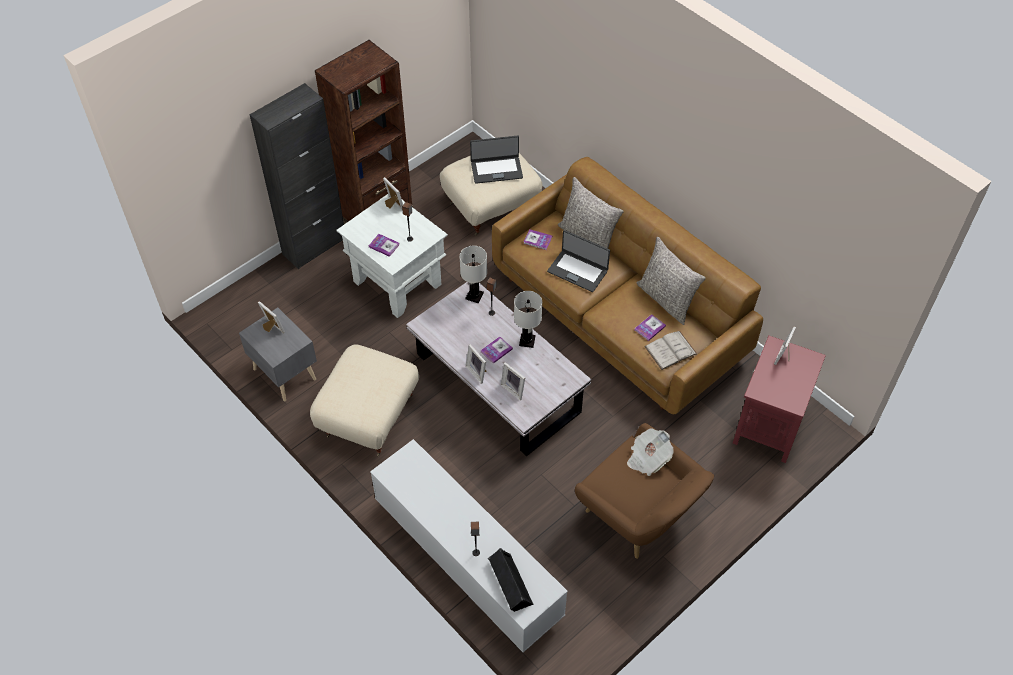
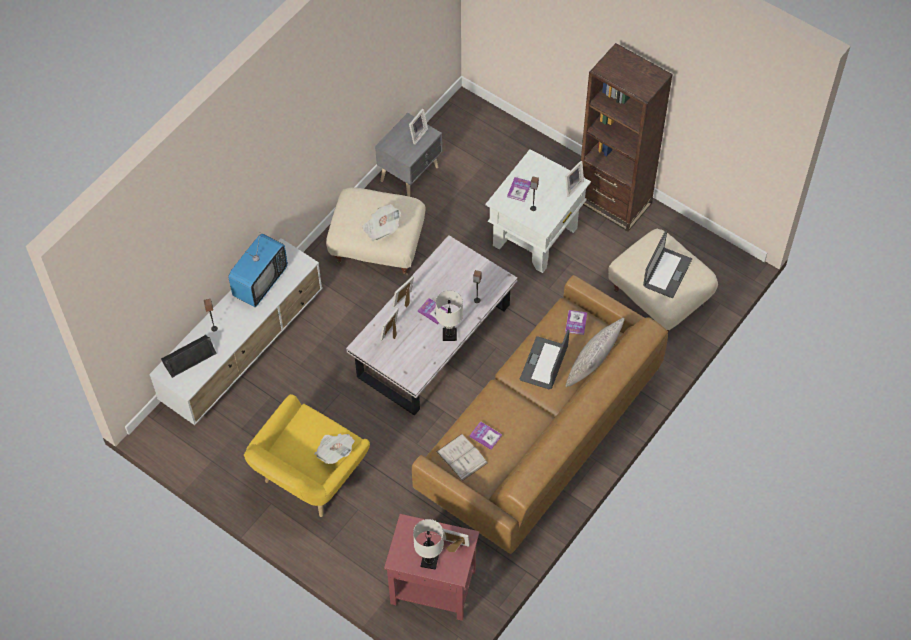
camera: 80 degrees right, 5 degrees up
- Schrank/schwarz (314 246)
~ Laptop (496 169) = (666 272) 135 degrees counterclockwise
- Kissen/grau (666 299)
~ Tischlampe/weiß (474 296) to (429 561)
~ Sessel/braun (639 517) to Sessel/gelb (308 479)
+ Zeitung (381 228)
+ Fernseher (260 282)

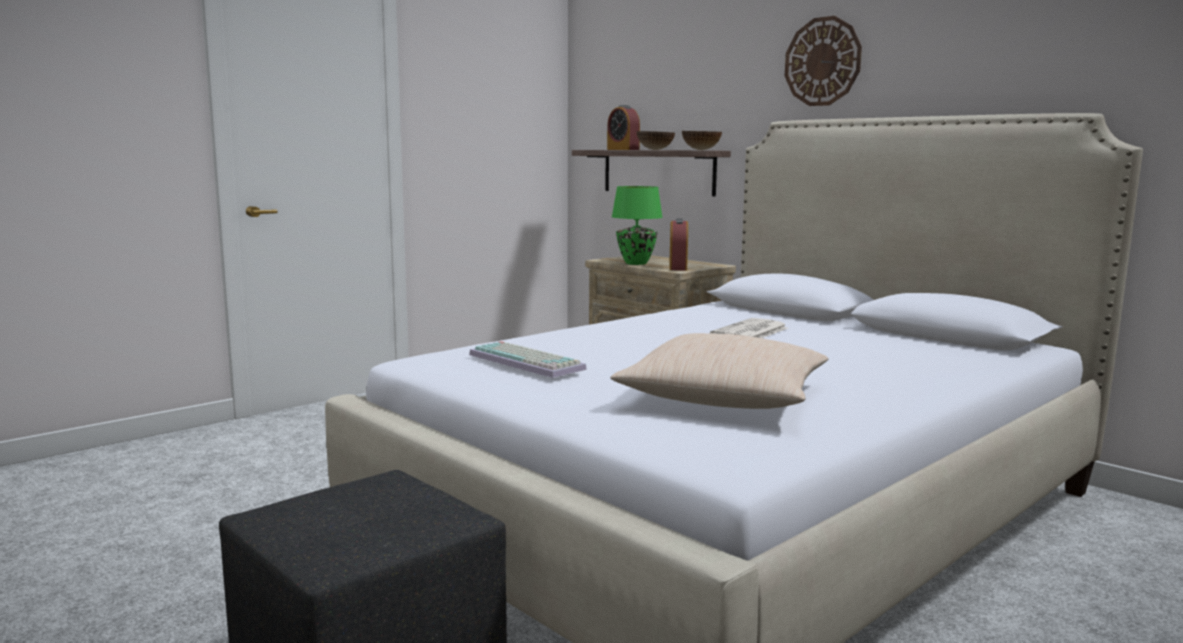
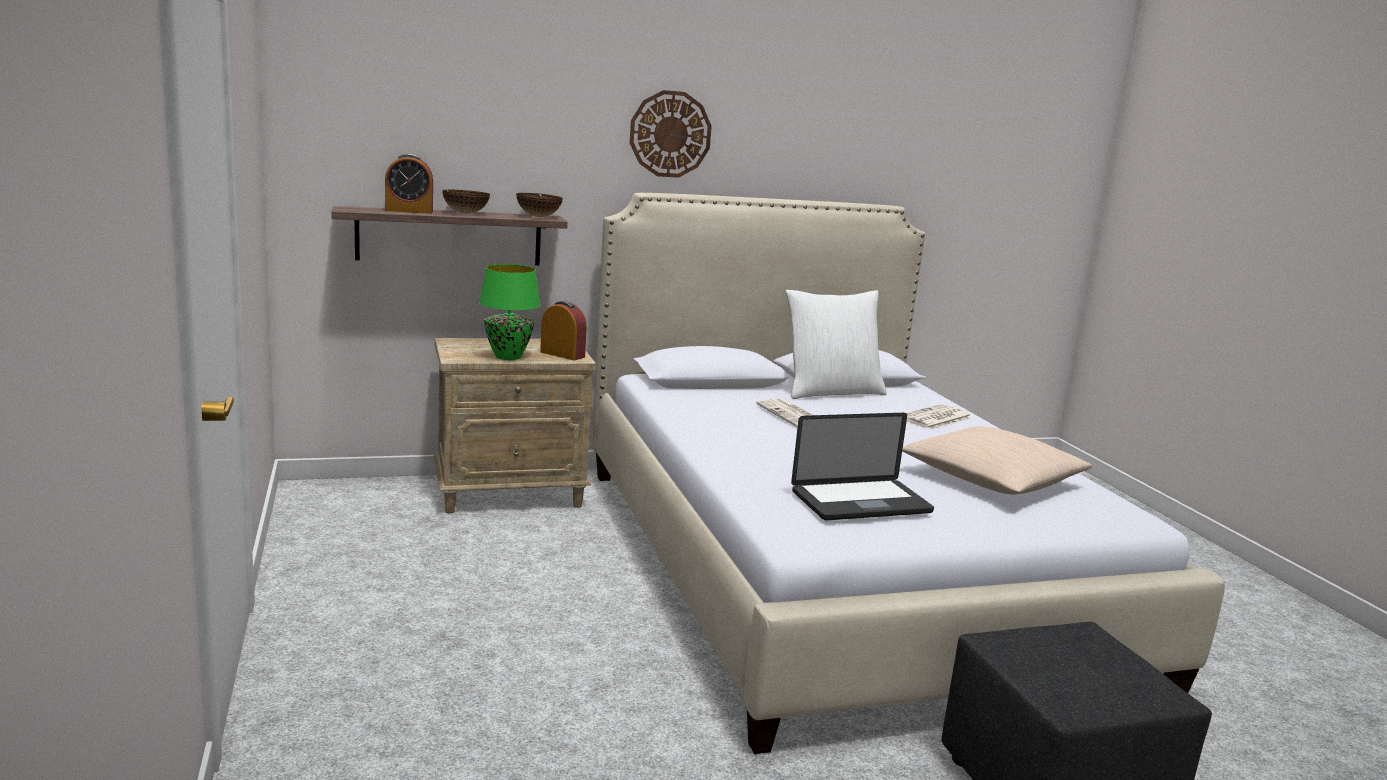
camera: 65 degrees left, 5 degrees up
~ Tastatur (528 362) to Laptop (861 502)
+ Kissen/weiß (831 391)
+ Zeitung (935 418)

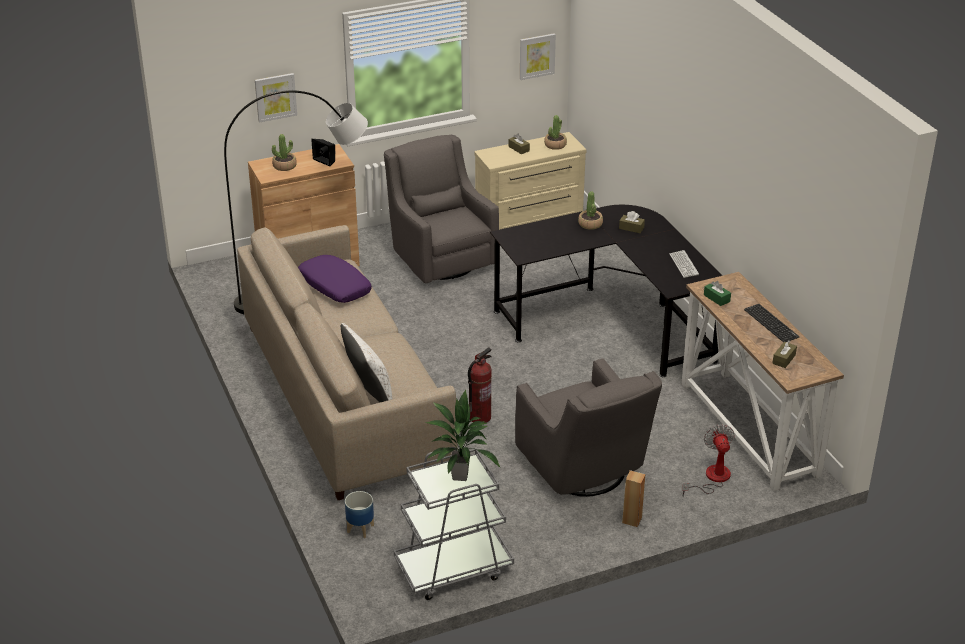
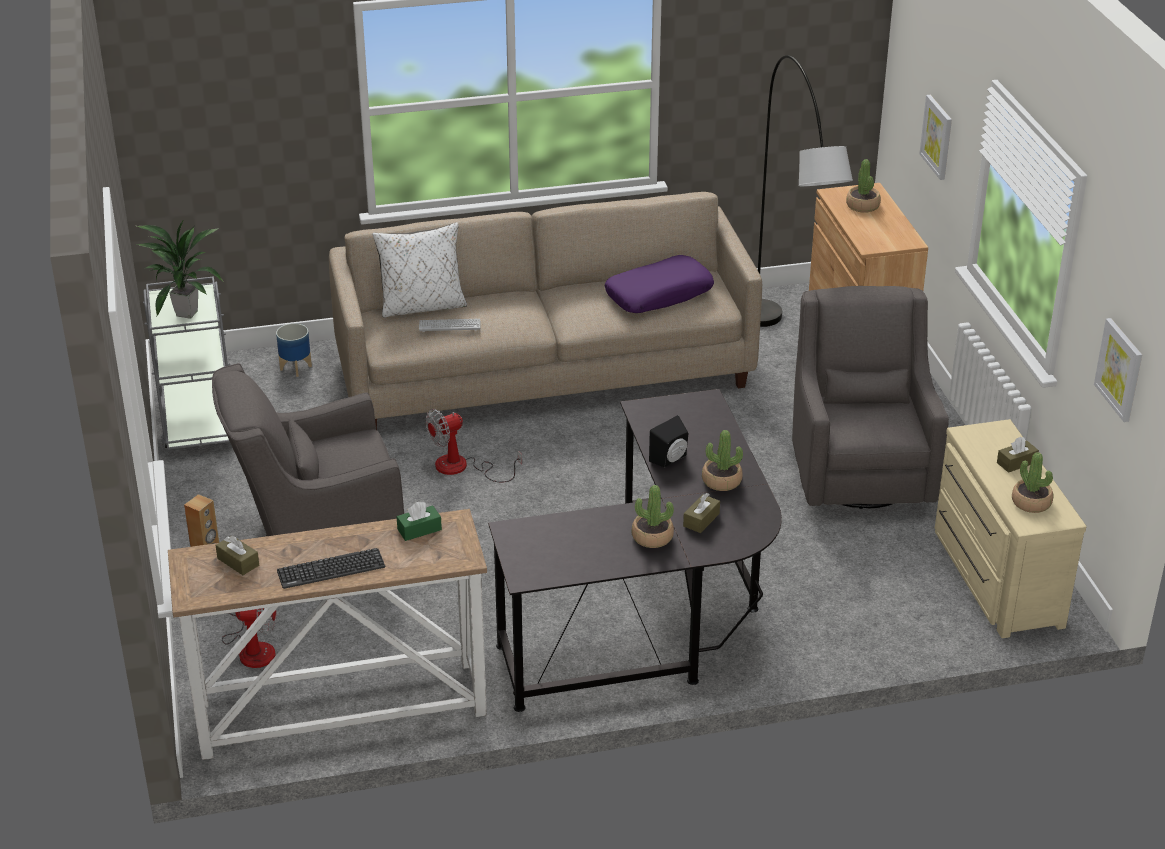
camera: 100 degrees right, 0 degrees up
~ Sessel/grau (441 259) = (859 472) 75 degrees counterclockwise
~ Lautsprecher/schwarz (326 160) to (671 459)
~ Tastatur (683 265) to (449 325)
~ Feuerlöscher (480 417) to Ventilator (462 468)
+ Topfpflanze (652 537)

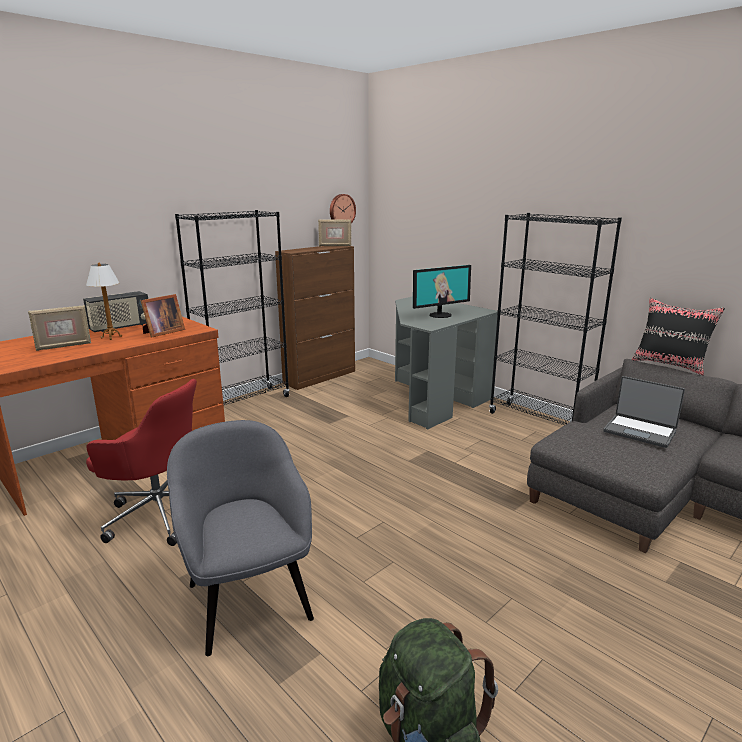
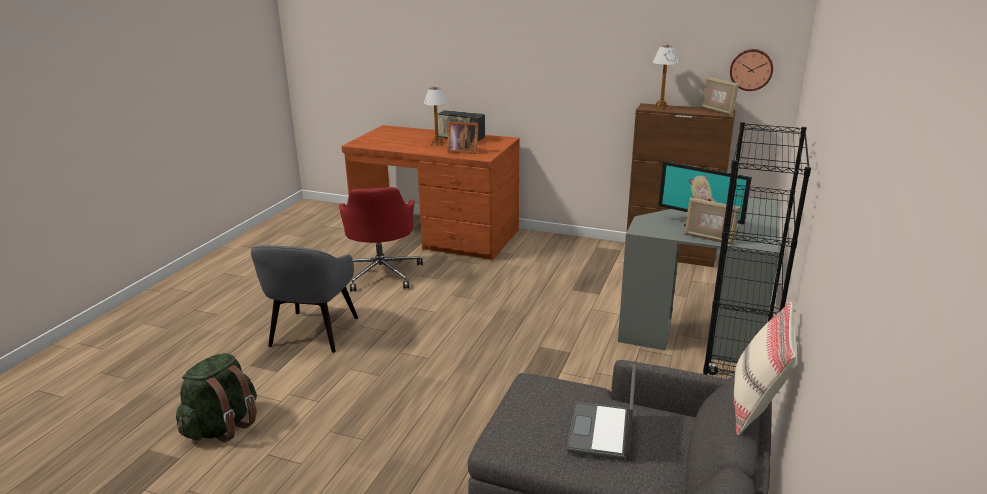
camera: 65 degrees right, 5 degrees up
- Bücherregal/schwarz (244 403)
~ Kissen/schwarz (670 365) to Kissen/beige (756 407)
~ Bilderrahmen (64 346) to (709 239)
~ Sessel/grau (248 599) = (313 333) 150 degrees clockwise
+ Tischlampe (661 108)

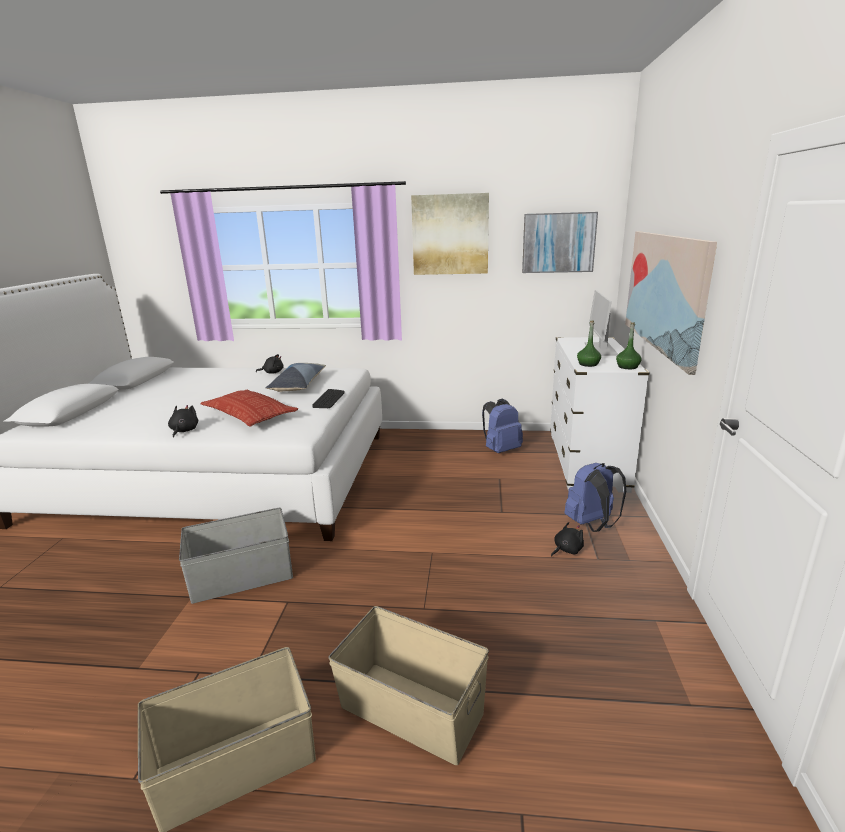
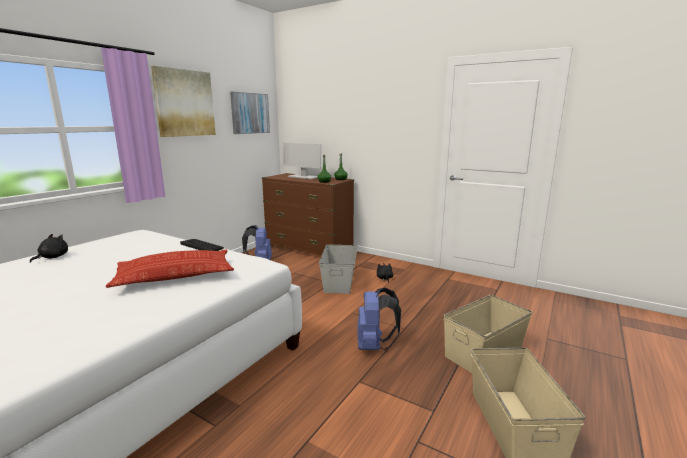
camera: 65 degrees left, 5 degrees down
- Bild (663 292)
~ Kommode/weiß (586 461) to Kommode/braun (309 249)
- Kissen (298 385)
- Plüschtier/schwarz (184 431)
~ Rucksack/blau (592 524) to (374 346)
~ Aufbewahrungsbox/grau (242 577) to (339 281)

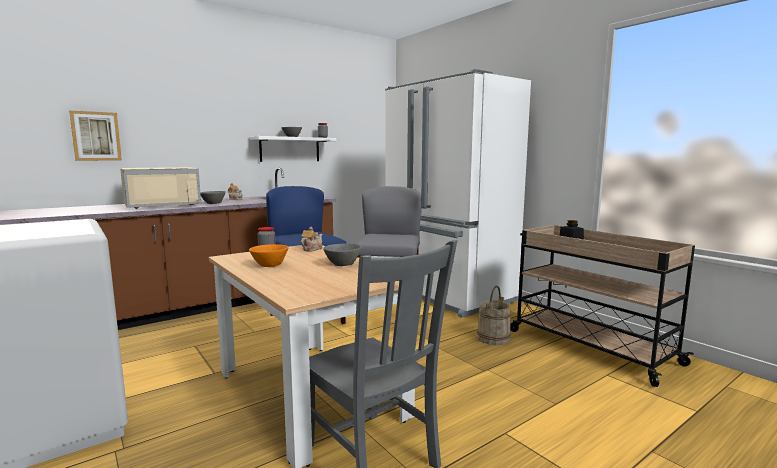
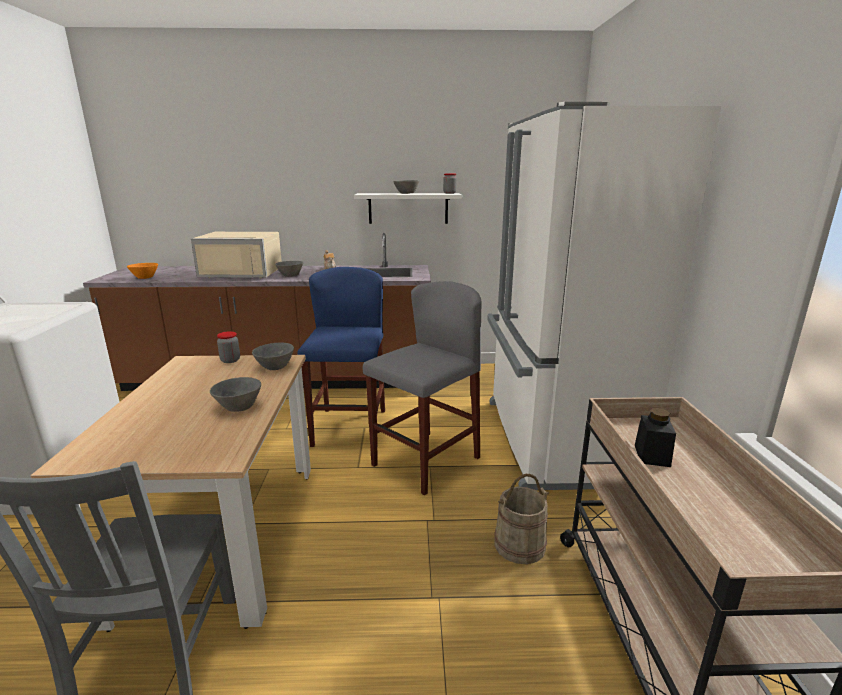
camera: 35 degrees right, 10 degrees up
- Bild (96 136)
~ Teekanne (311 249) to Schüssel/grau (274 367)
~ Schüssel/orange (270 265) to (146 277)

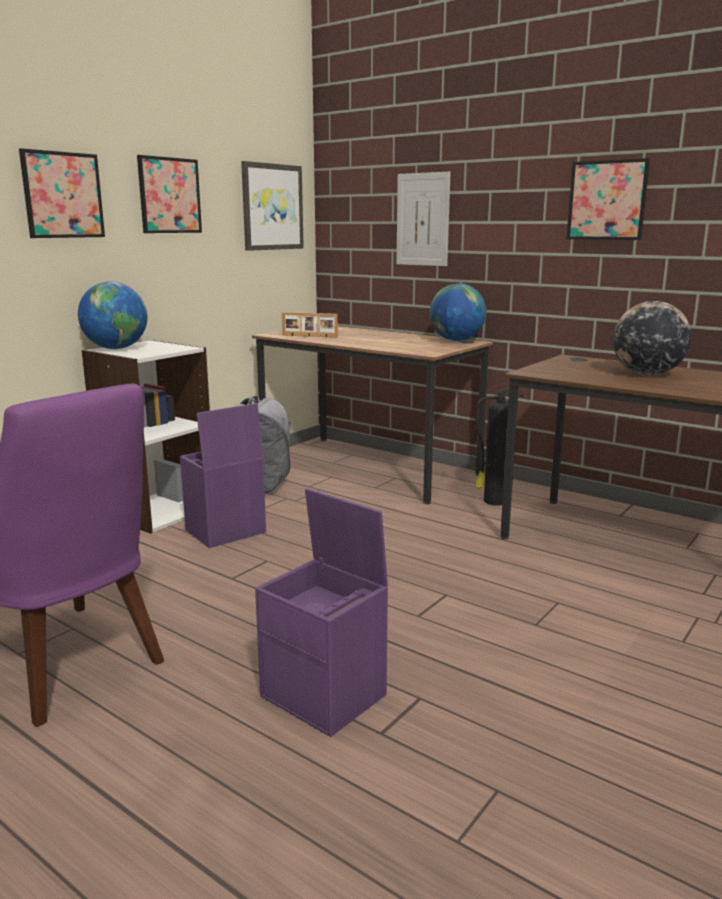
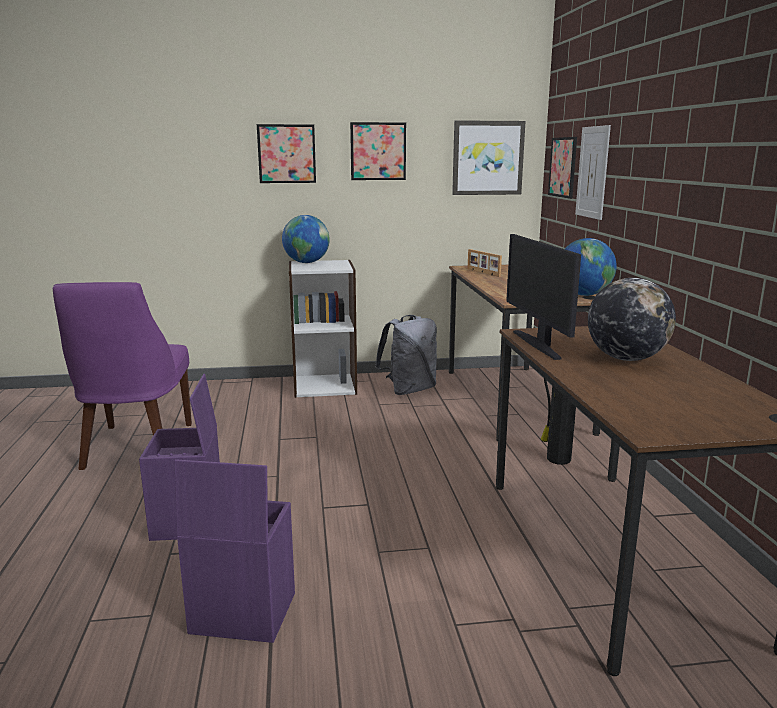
camera: 45 degrees right, 0 degrees up
~ Bild (607 200) to (563 167)
~ Aufbewahrungsbox/lila (224 532) to (241 614)
+ Monitor (538 344)

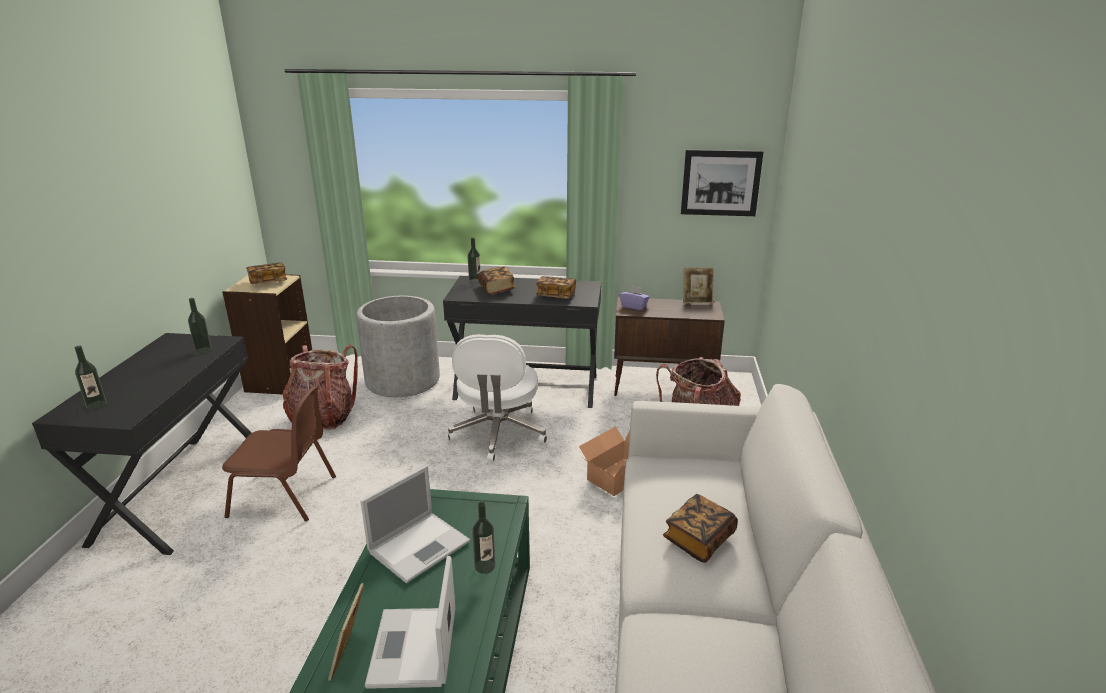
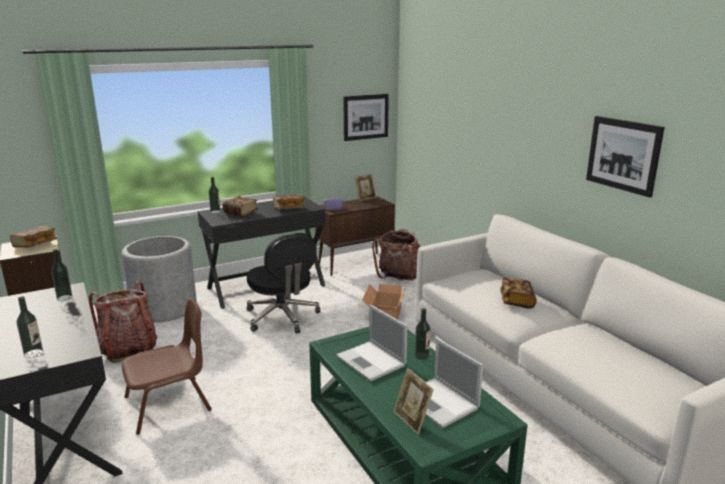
camera: 35 degrees left, 5 degrees down
~ Bürostuhl/weiß (498 434) to Bürostuhl/schwarz (282 317)
~ Laptop (420 545) = (372 361) 135 degrees clockwise
+ Bild (623 155)

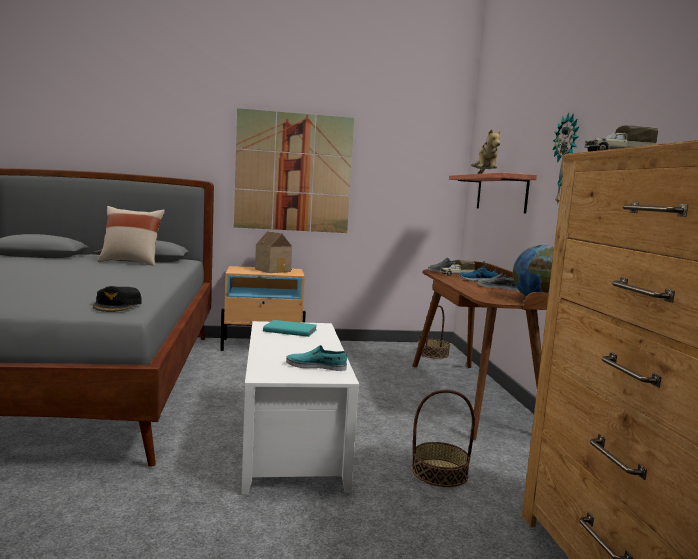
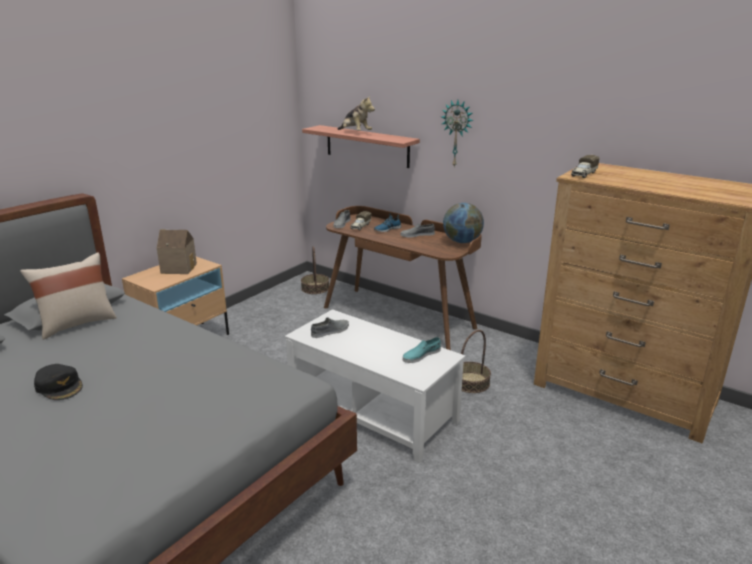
camera: 45 degrees left, 15 degrees up
- Bild (293 172)
~ Kappe/schwarz (118 305) to (59 386)
~ Buch/türkis (290 330) to Schuh/grau (330 331)

